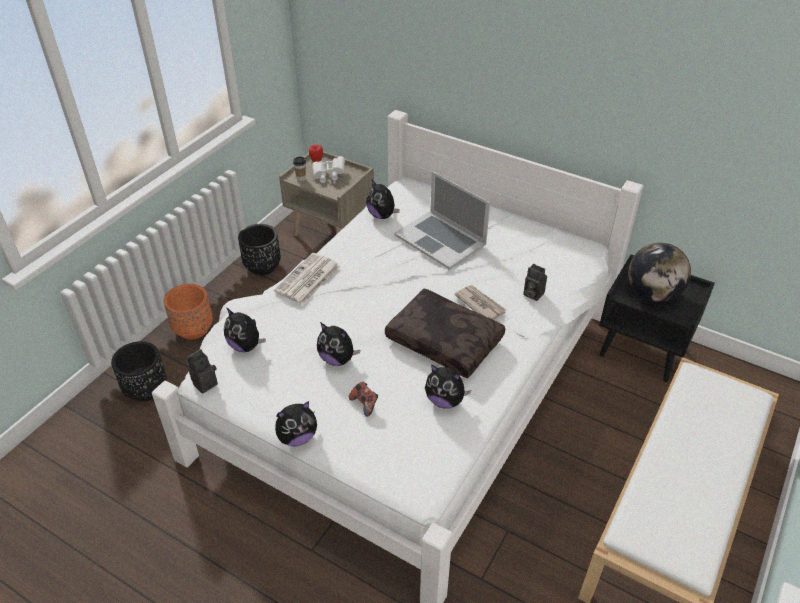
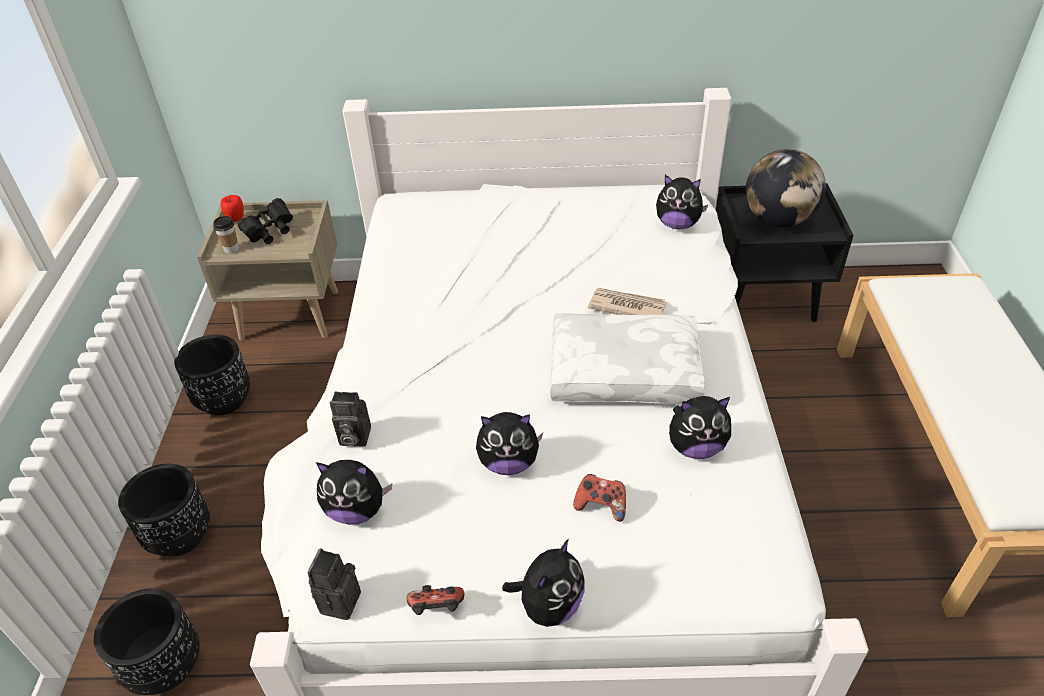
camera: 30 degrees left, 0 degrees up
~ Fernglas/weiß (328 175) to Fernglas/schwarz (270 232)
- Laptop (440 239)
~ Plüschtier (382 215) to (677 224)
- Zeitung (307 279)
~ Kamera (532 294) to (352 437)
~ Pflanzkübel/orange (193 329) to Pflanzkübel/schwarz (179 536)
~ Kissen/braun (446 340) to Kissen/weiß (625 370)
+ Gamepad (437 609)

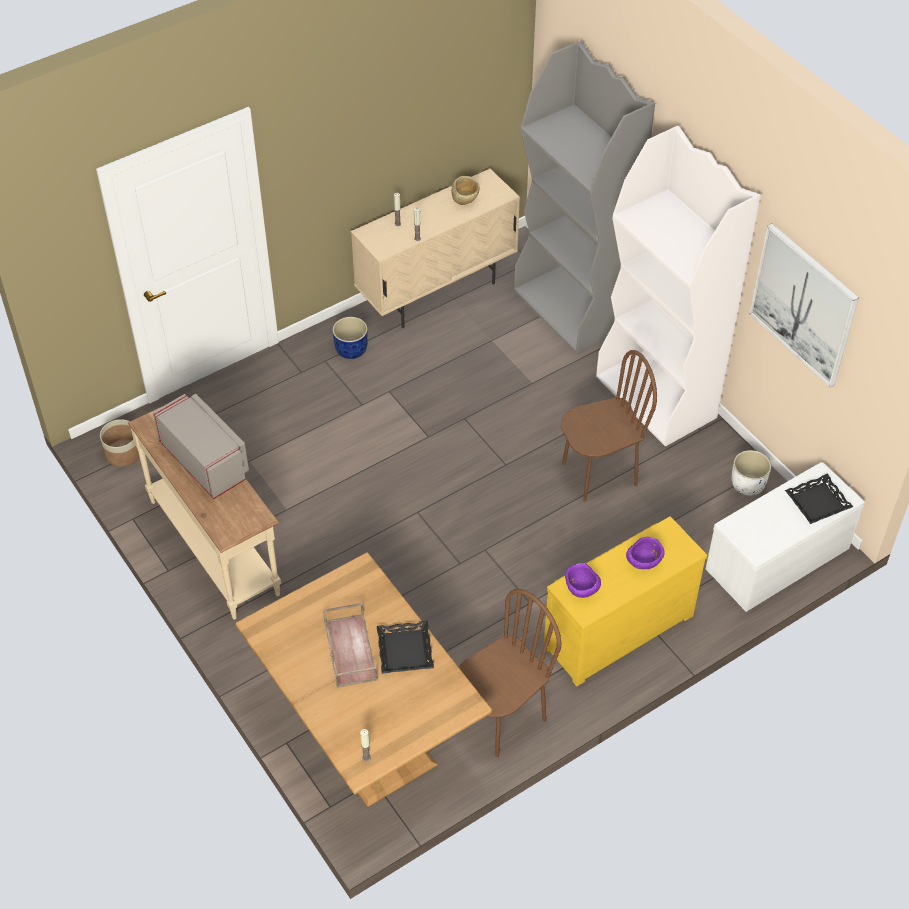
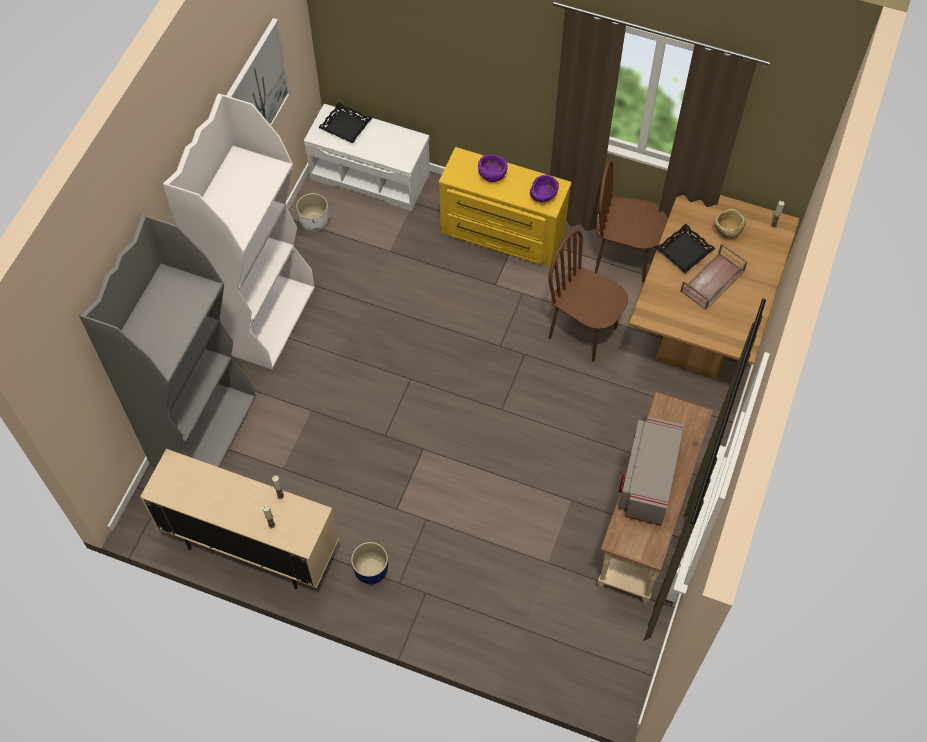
camera: 125 degrees left, 10 degrees up
~ Schüssel/beige (465 200) to (727 231)
~ Stuhl/braun (599 473) to (583 332)
- Pflanzkübel (123 453)

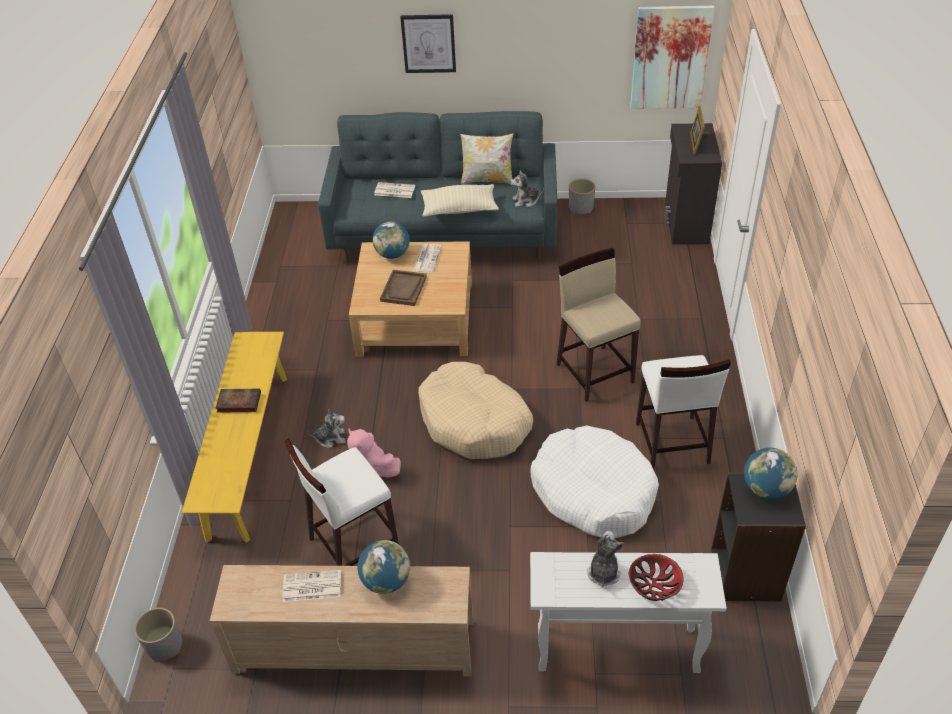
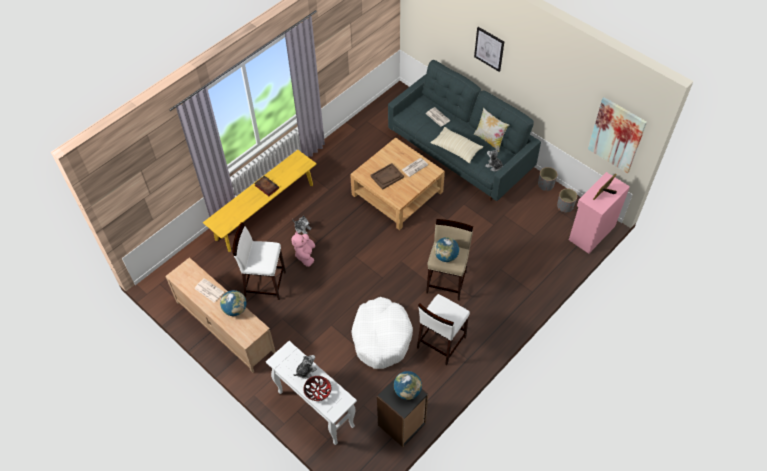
camera: 40 degrees right, 10 degrees up
~ Schrank/schwarz (685 223) to Schrank/rosa (591 232)
~ Globus (393 254) to (446 256)
- Hundebett/beige (474 422)
~ Pflanzkübel/grau (165 646) to (565 206)

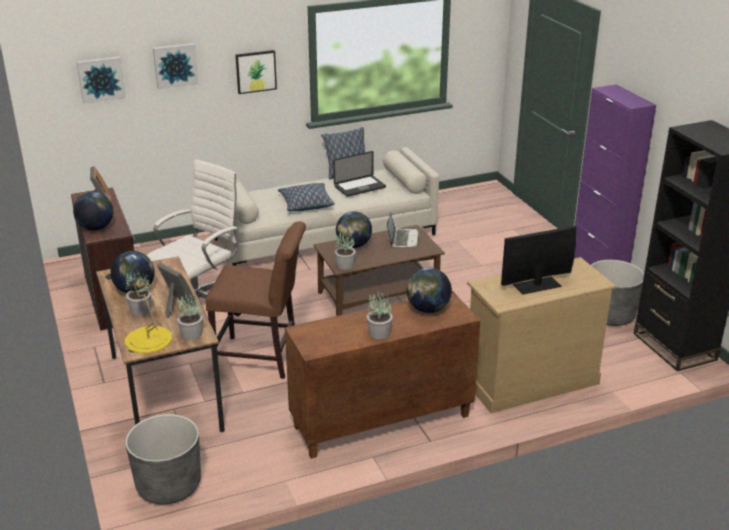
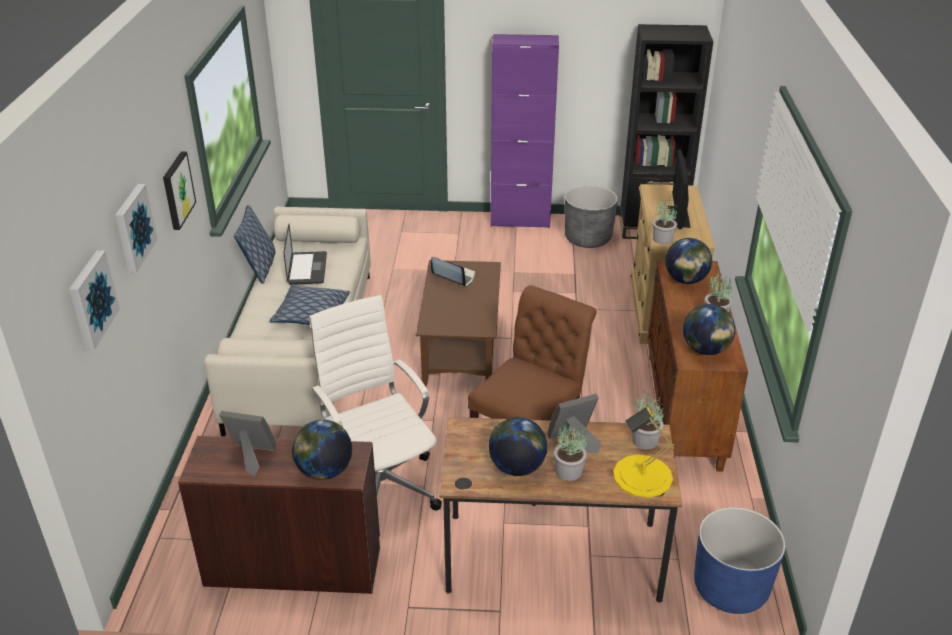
camera: 65 degrees left, 5 degrees up
~ Globus (353 246) to (705 350)
~ Topfpflanze (345 265) to (662 239)
~ Pflanzkübel/grau (169 485) to Pflanzkübel/blau (730 588)

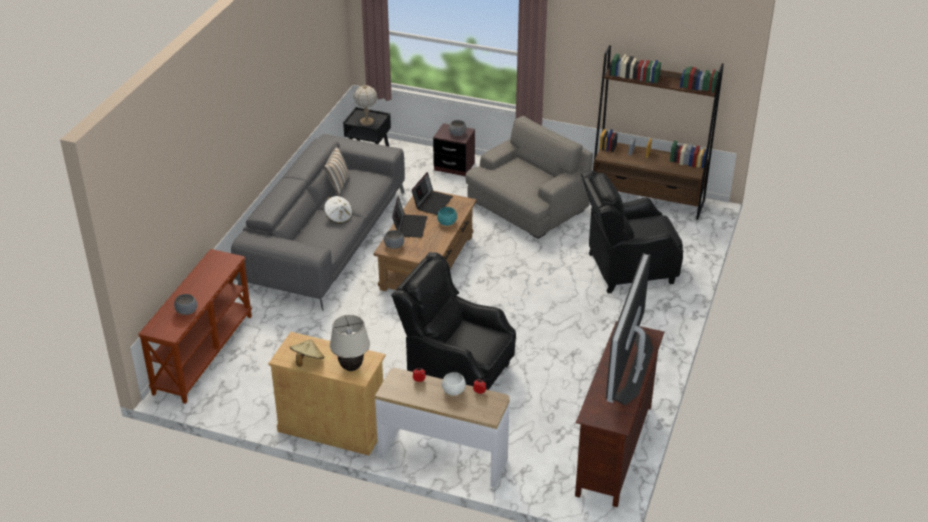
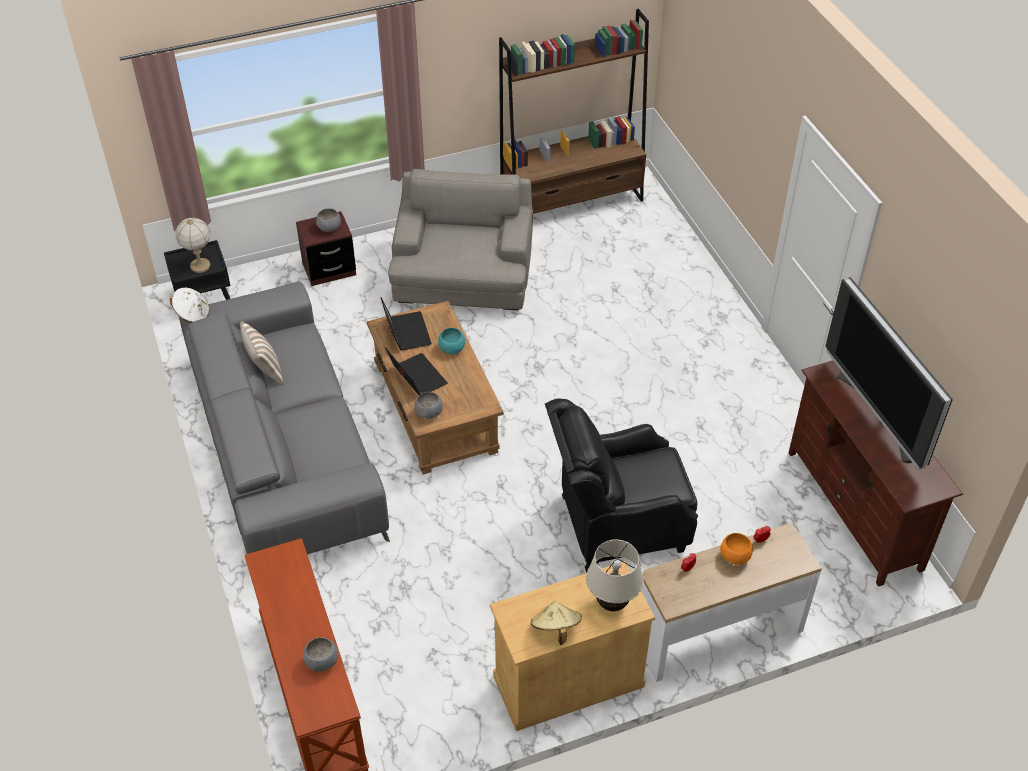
camera: 40 degrees left, 10 degrees up
- Sessel/schwarz (627 269)
~ Hut/weiß (338 217) to (192 314)
~ Schüssel/weiß (454 390) to Schüssel/orange (735 556)

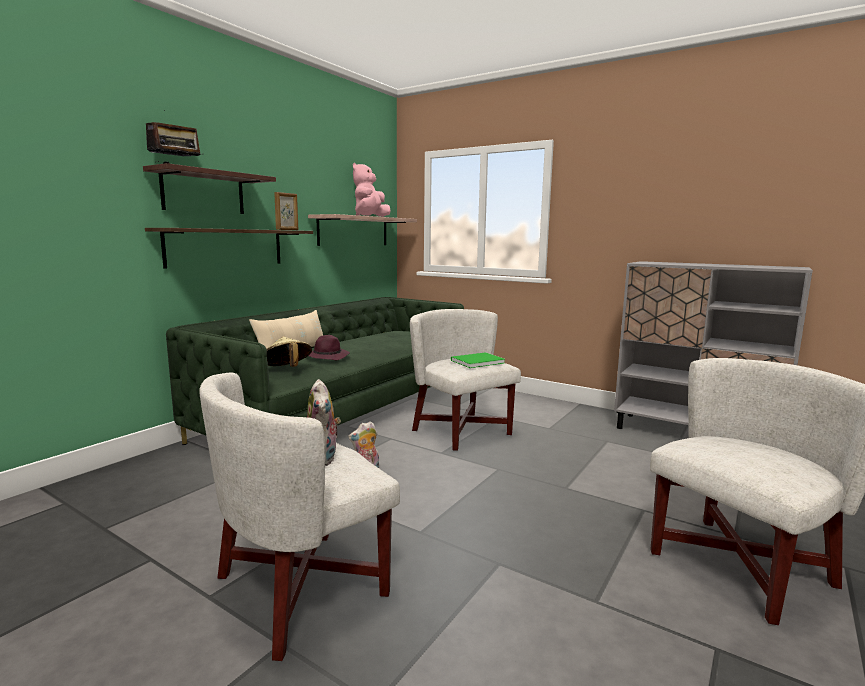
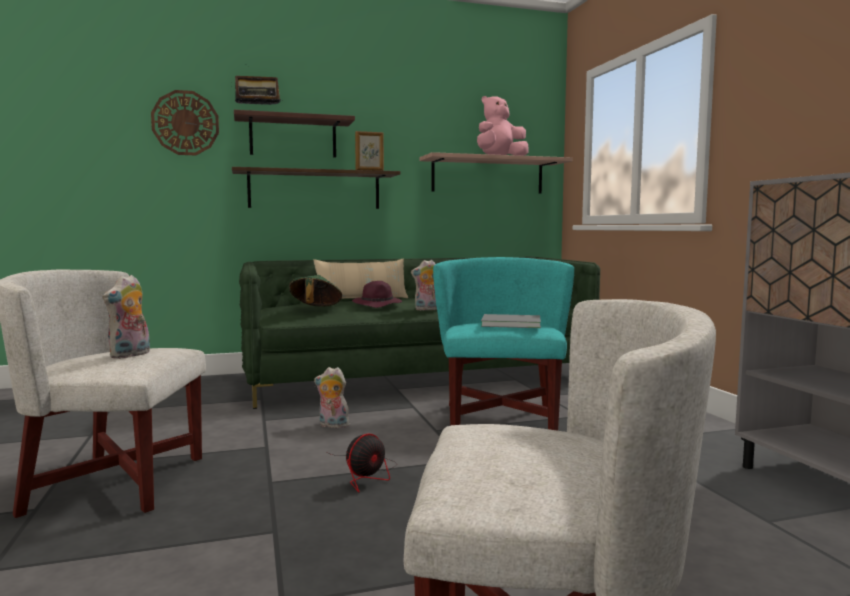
camera: 40 degrees right, 5 degrees down
~ Sessel/weiß (462 431) to Sessel/türkis (501 418)
~ Hut/beige (287 369) to Hut/grün (315 309)
~ Buch/grün (475 361) to Buch/grau (509 323)
+ Wanduhr (185 123)
+ Plüschtier (427 309)
+ Ventilator (366 475)

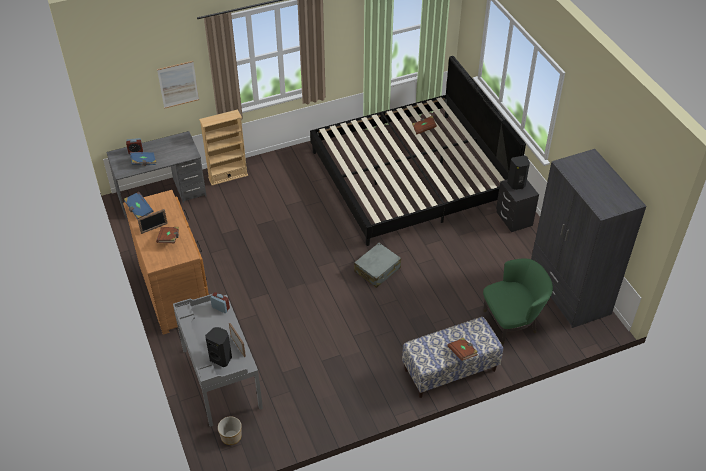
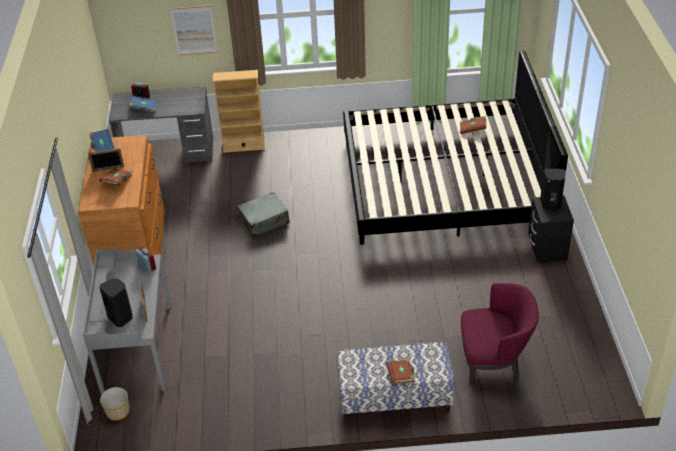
camera: 20 degrees right, 5 degrees down
- Kleiderschrank/grau (569 292)
~ Koffer/grau (377 270) to (264 220)
~ Sessel/grün (512 322) to Sessel/lila (494 362)

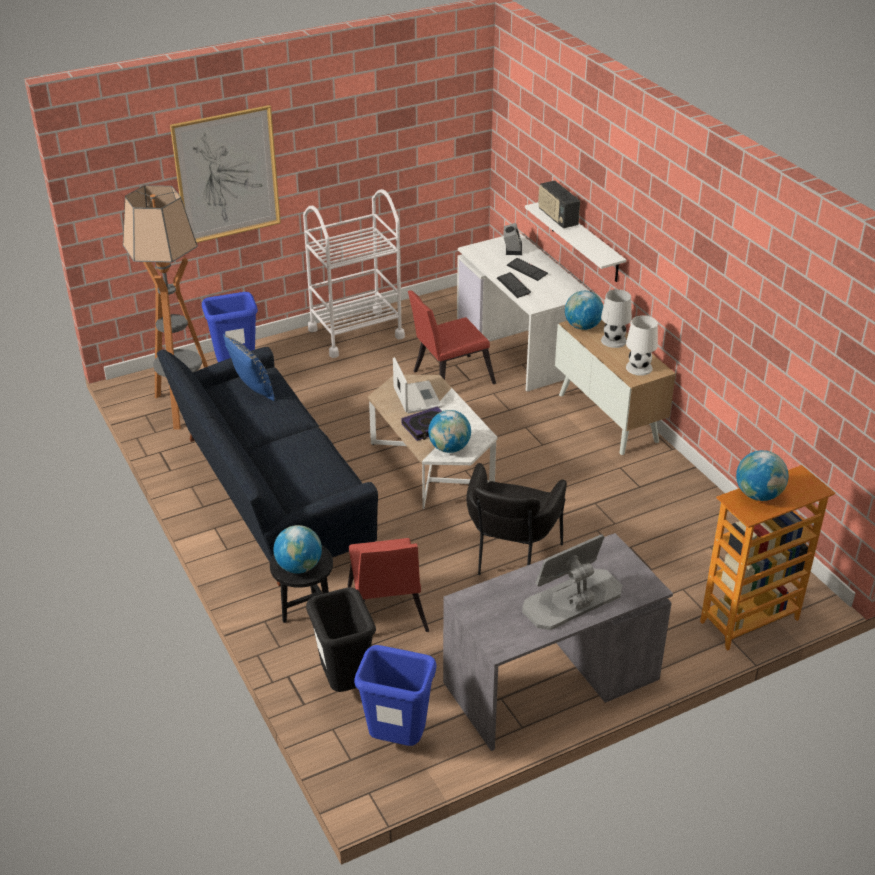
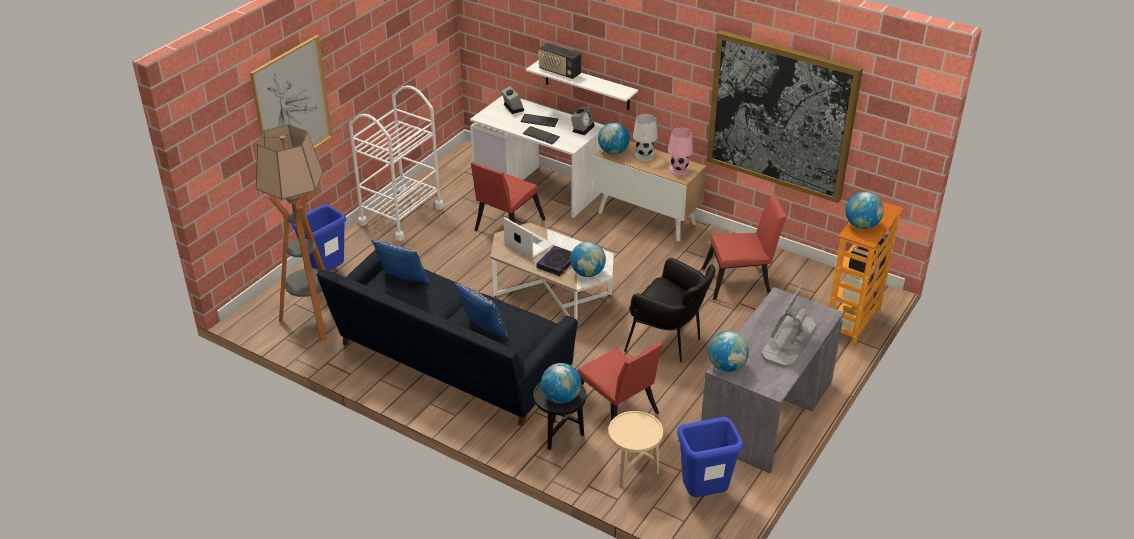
camera: 30 degrees left, 0 degrees up
~ Tischlampe/weiß (639 367) to Tischlampe/rosa (679 169)
~ Sessel/schwarz (510 560) = (669 342) 45 degrees counterclockwise
~ Mülleimer/schwarz (344 684) to Beistelltisch/beige (633 473)
+ Bild (781 115)
+ Wecker (582 128)
+ Stuhl/rot (741 281)
+ Kissen/blau (483 329)
+ Globus (726 366)

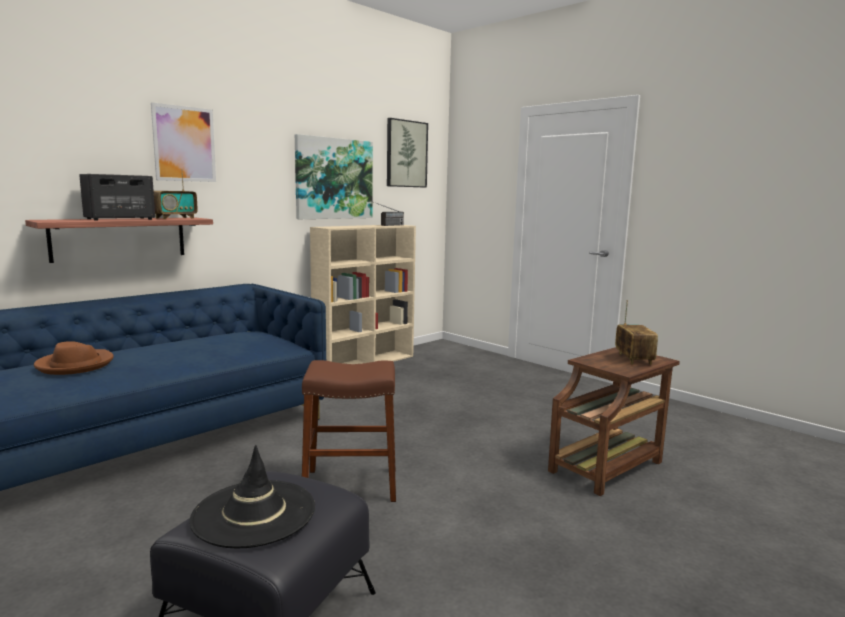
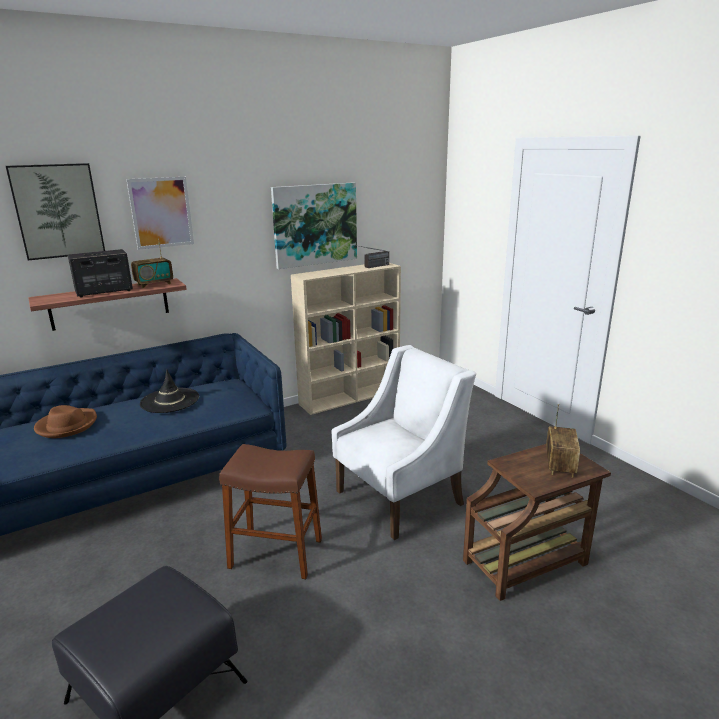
camera: 15 degrees right, 10 degrees up
~ Bild (406 154) to (58 211)
~ Hut/schwarz (254 513) to (170 400)
+ Sessel/weiß (400 497)

